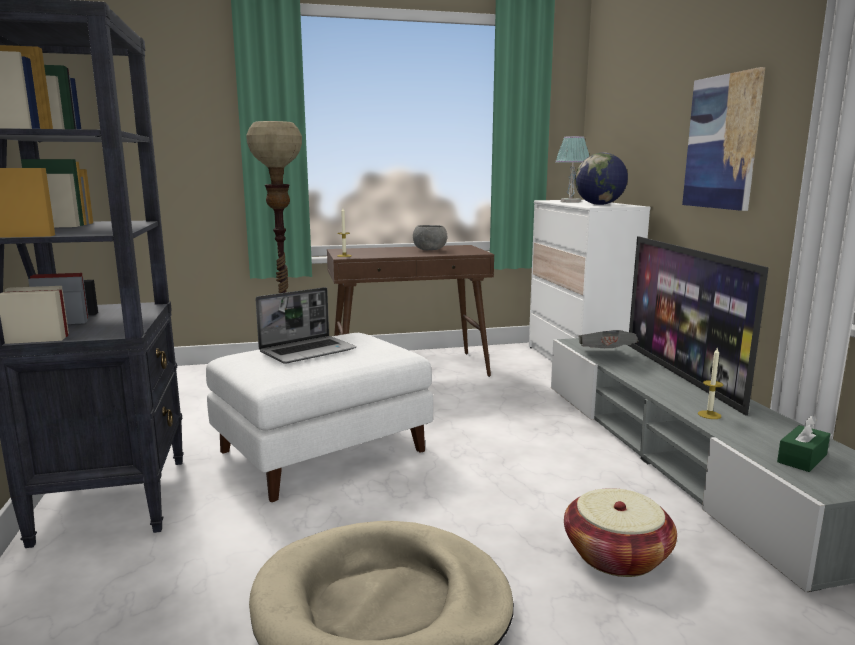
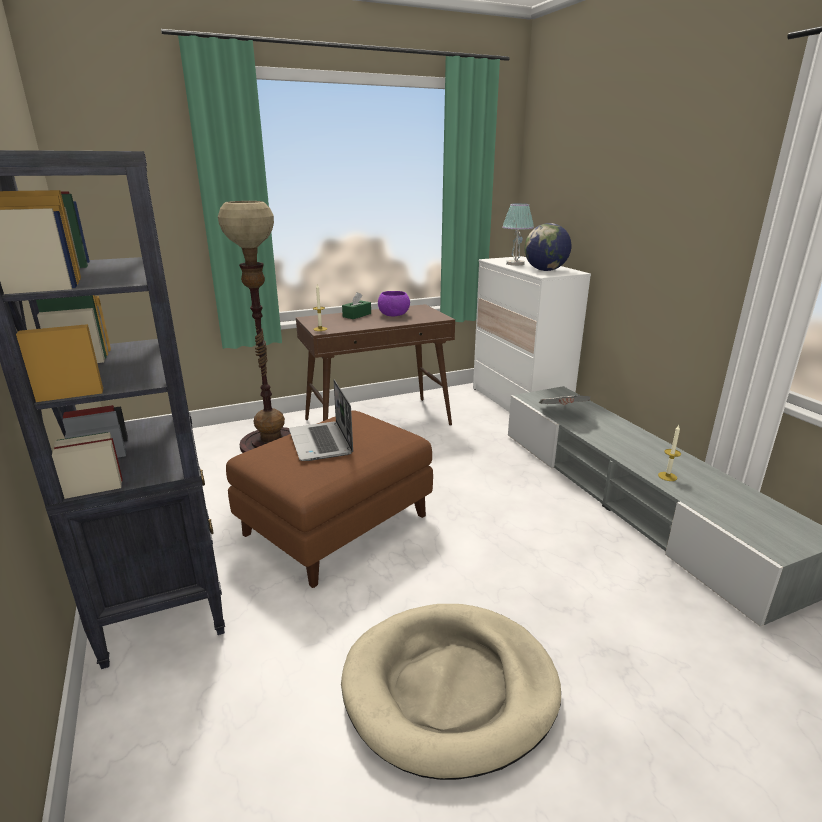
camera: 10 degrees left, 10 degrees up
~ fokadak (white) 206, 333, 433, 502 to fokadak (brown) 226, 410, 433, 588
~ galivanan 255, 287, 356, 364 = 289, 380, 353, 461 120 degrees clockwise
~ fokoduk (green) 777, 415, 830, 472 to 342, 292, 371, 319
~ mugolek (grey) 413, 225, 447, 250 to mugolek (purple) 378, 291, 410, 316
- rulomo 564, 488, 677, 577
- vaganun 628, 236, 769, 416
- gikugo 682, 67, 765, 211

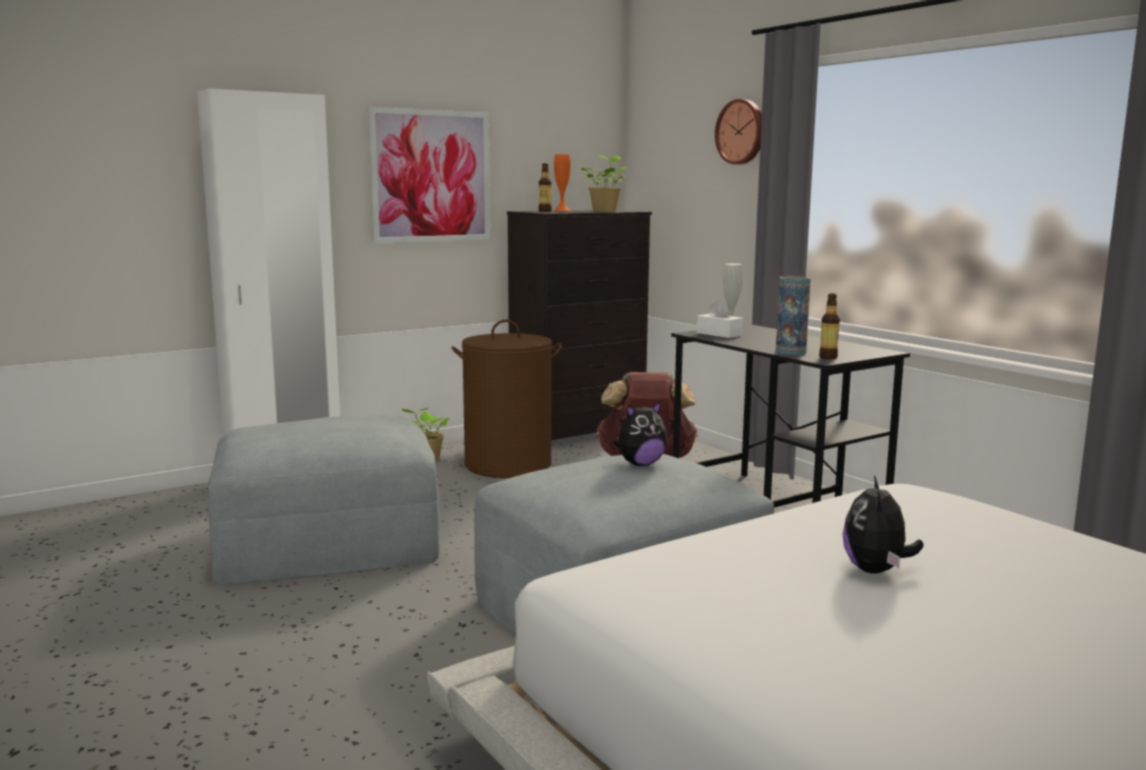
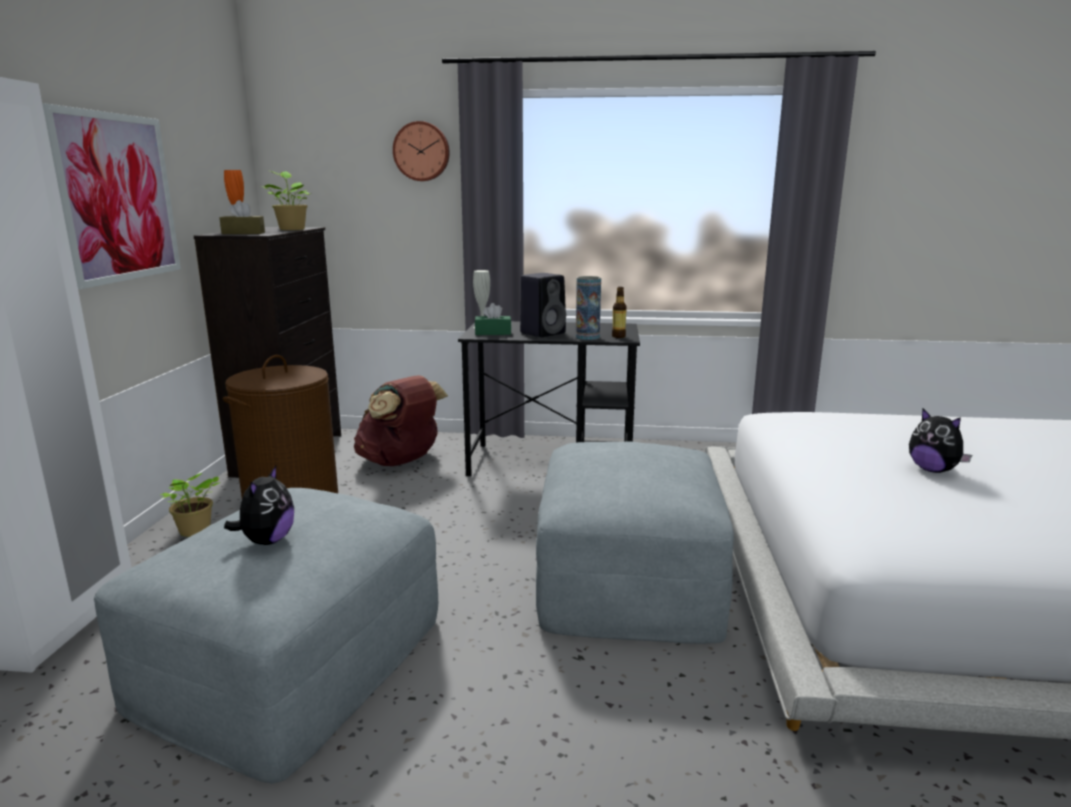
camera: 50 degrees left, 5 degrees up
~ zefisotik 539, 163, 552, 212 to fokoduk (brown) 220, 200, 265, 234
~ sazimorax 614, 401, 667, 466 to 224, 466, 294, 545
~ fokoduk (white) 697, 299, 743, 338 to fokoduk (green) 475, 303, 511, 335
+ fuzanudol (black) 520, 273, 566, 337

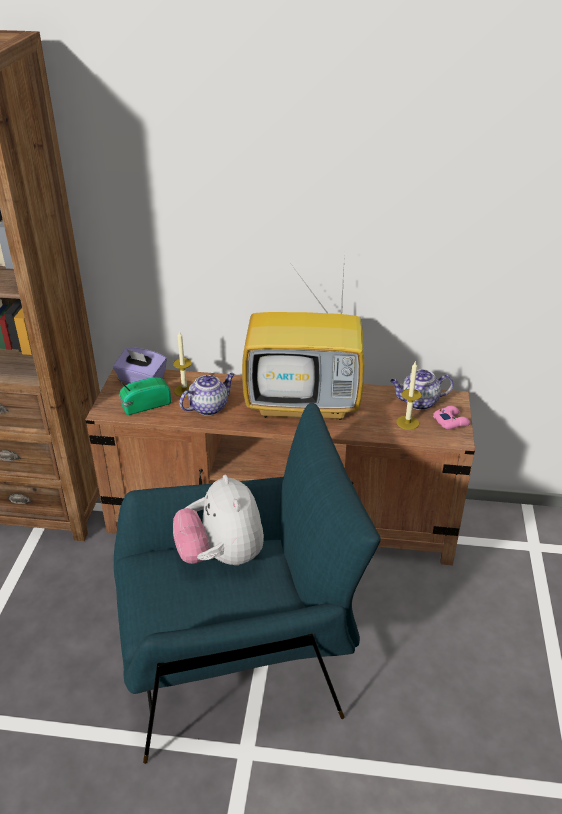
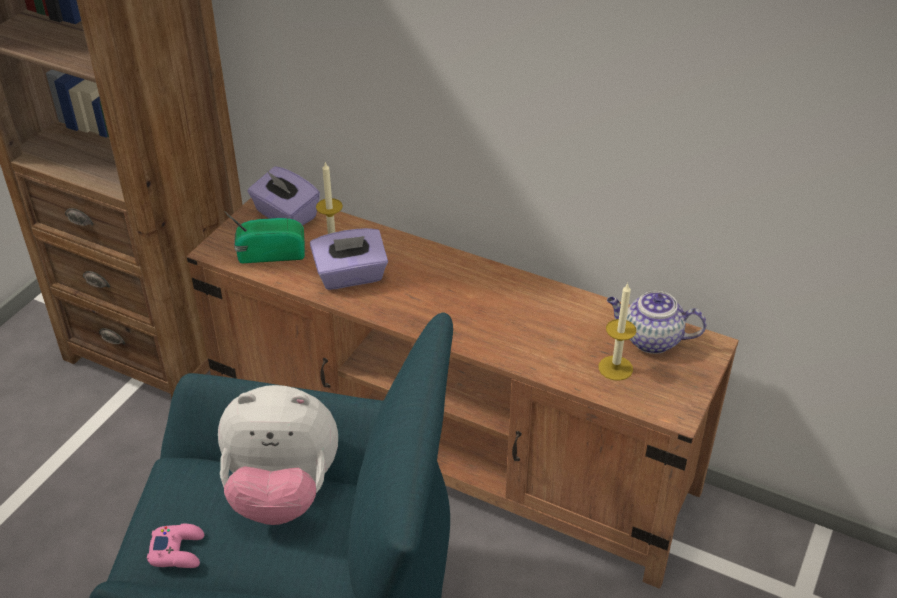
camera: 20 degrees right, 5 degrees up
~ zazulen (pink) 433, 406, 470, 429 to 147, 524, 204, 568
~ sazimorax 173, 475, 264, 565 = 218, 385, 338, 525 90 degrees counterclockwise
~ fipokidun 179, 373, 235, 416 to fokoduk (purple) 310, 228, 388, 290
- vaganun 242, 253, 364, 420

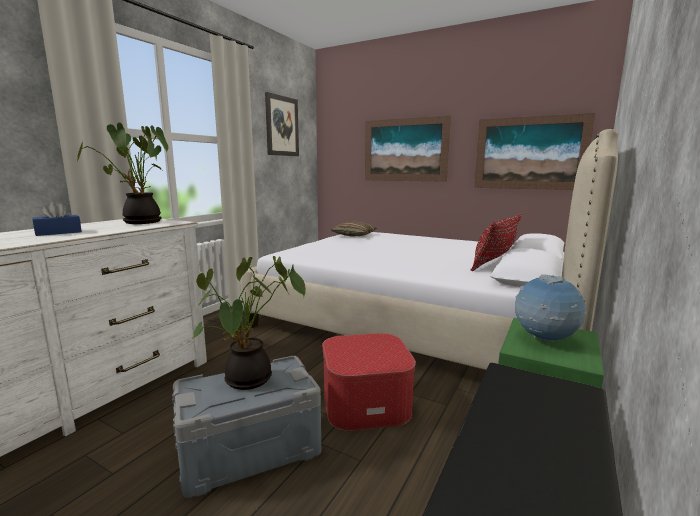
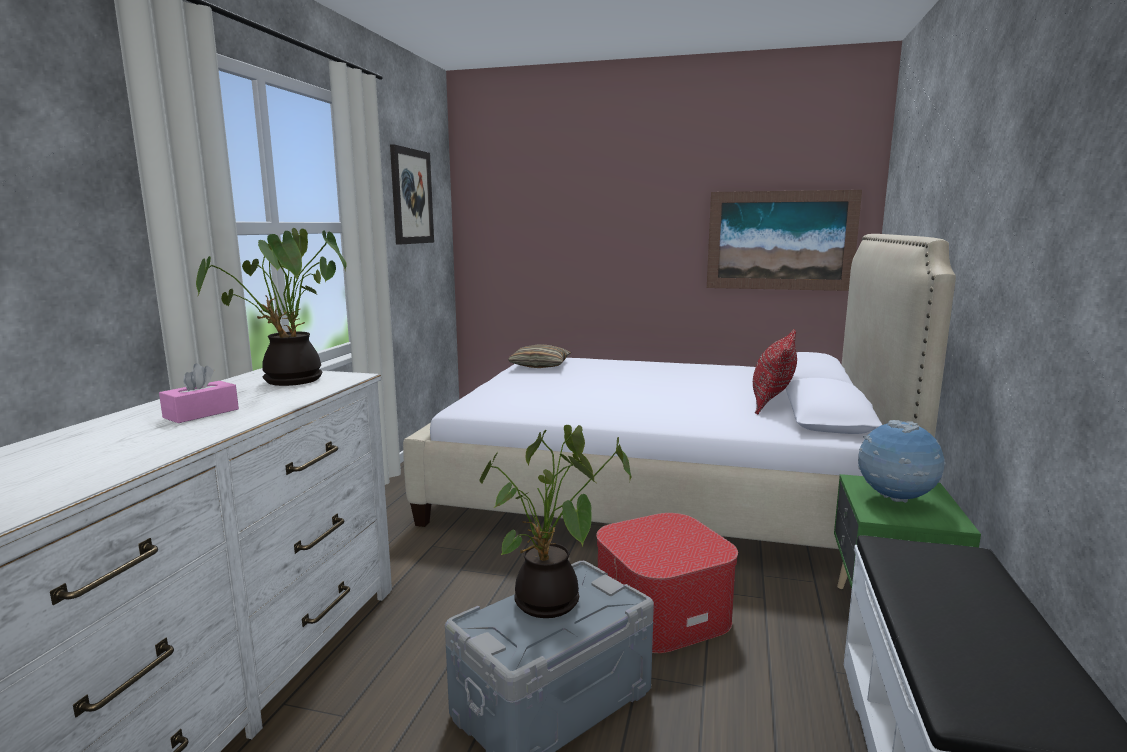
camera: 15 degrees left, 0 degrees up
~ fokoduk (blue) 32, 201, 82, 236 to fokoduk (pink) 159, 364, 239, 423
- gikugo 365, 116, 451, 182

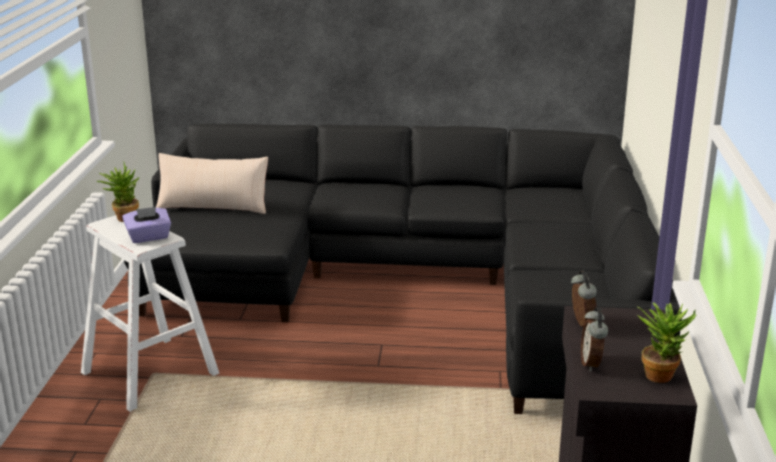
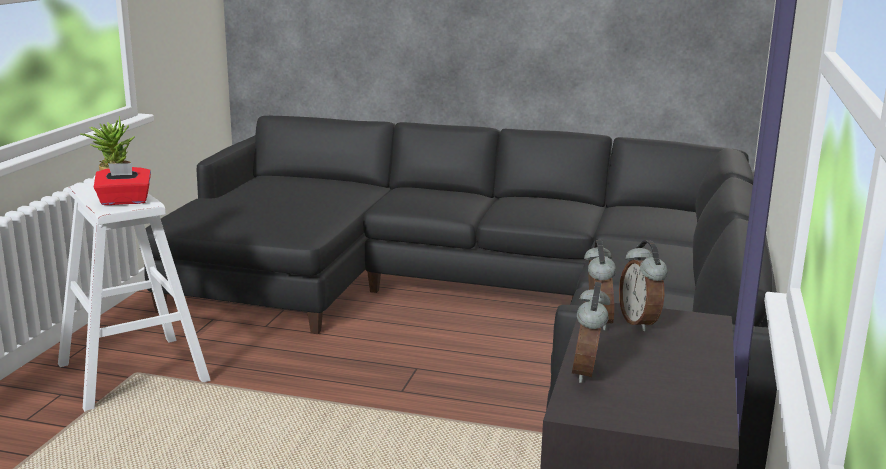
camera: 10 degrees right, 5 degrees down
~ fokoduk (purple) 122, 207, 171, 243 to fokoduk (red) 94, 163, 151, 205
+ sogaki 619, 241, 668, 331
- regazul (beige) 156, 153, 268, 214
- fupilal 637, 302, 697, 383

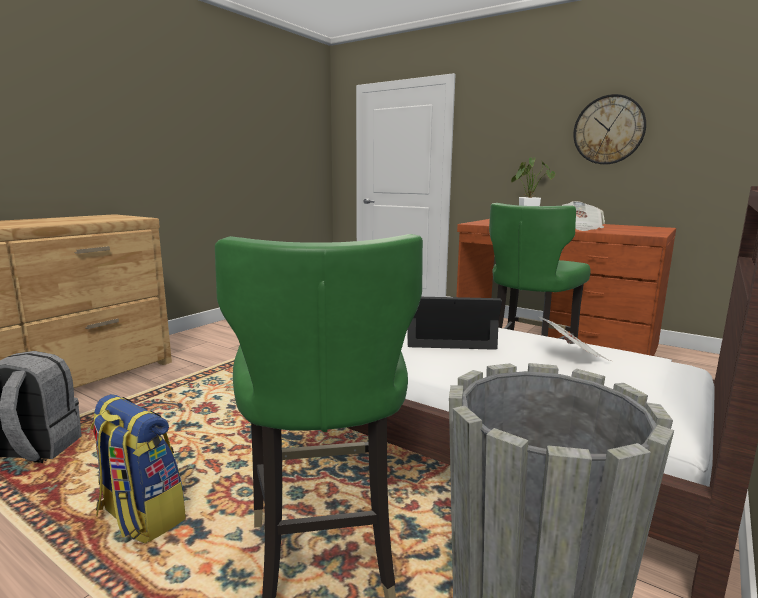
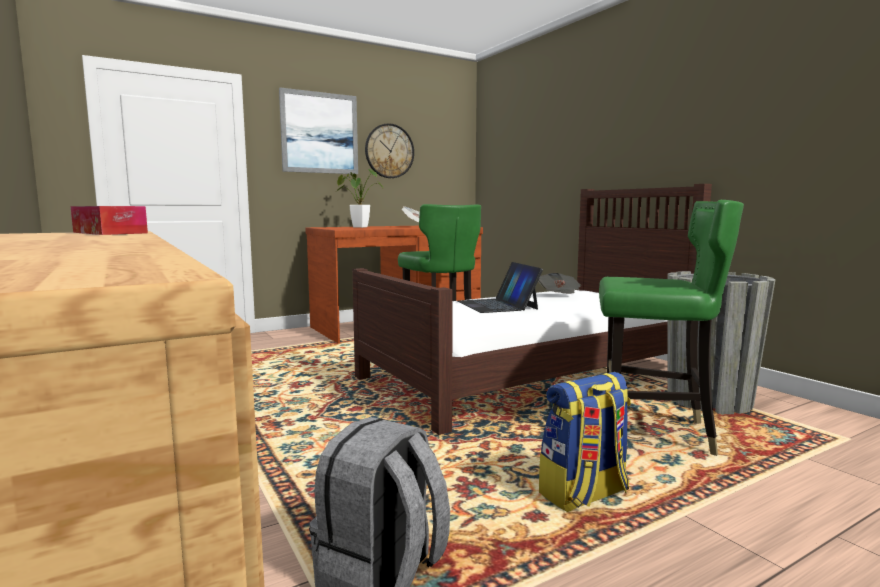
camera: 65 degrees left, 5 degrees down
+ fokoduk 71, 206, 148, 235
+ gikugo 279, 87, 358, 174
~ galivanan 407, 297, 502, 350 = 458, 262, 543, 313 45 degrees counterclockwise

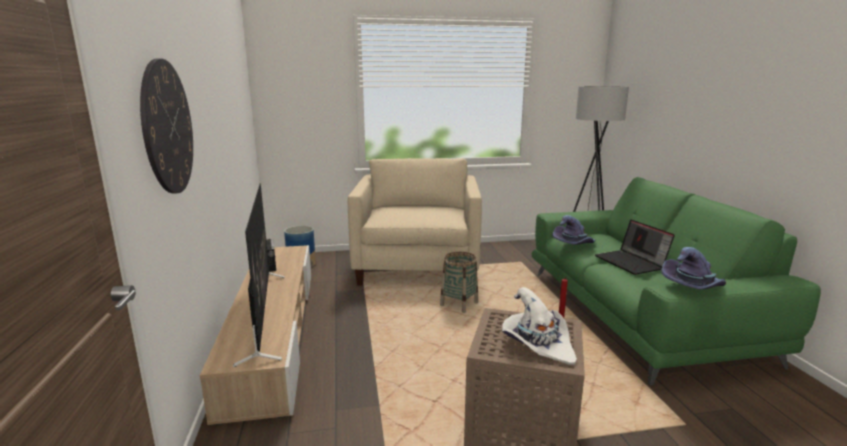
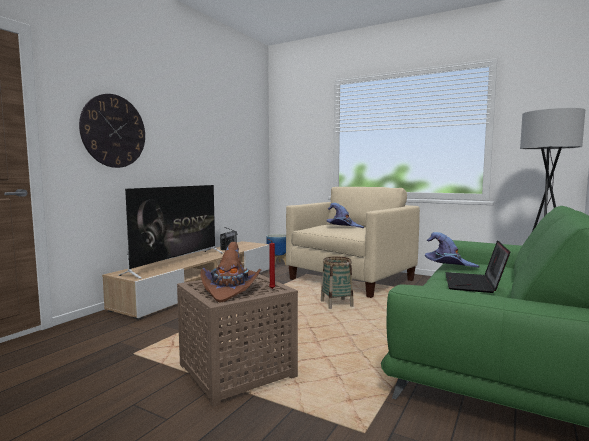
camera: 40 degrees right, 10 degrees down
~ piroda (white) 502, 287, 577, 365 to piroda (brown) 200, 242, 261, 303
~ piroda (purple) 661, 247, 726, 289 to 327, 203, 364, 228

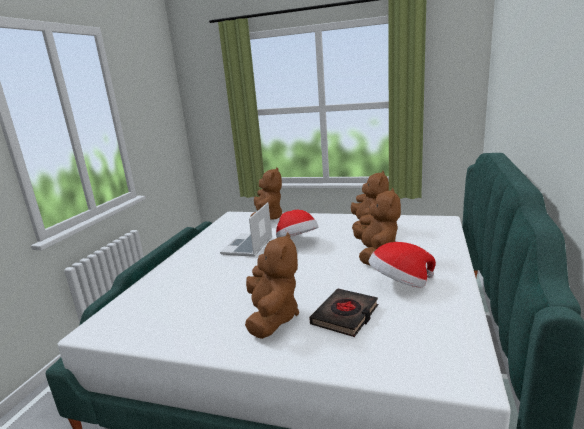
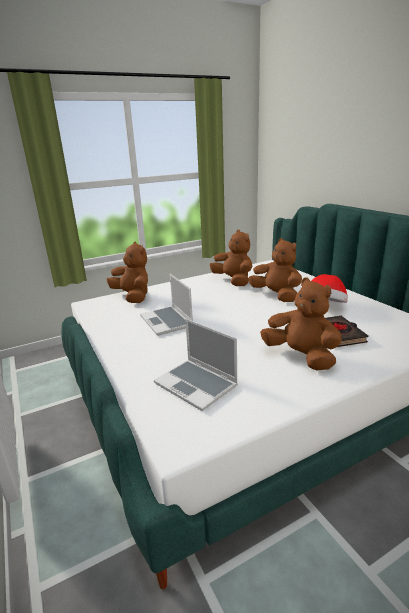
camera: 45 degrees left, 5 degrees up
+ galivanan 154, 319, 238, 411
- piroda 276, 210, 318, 238

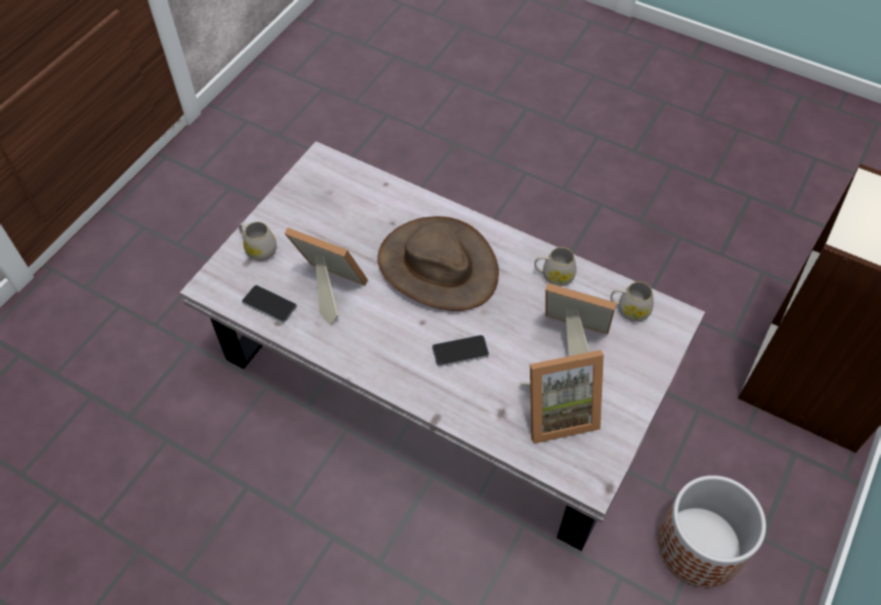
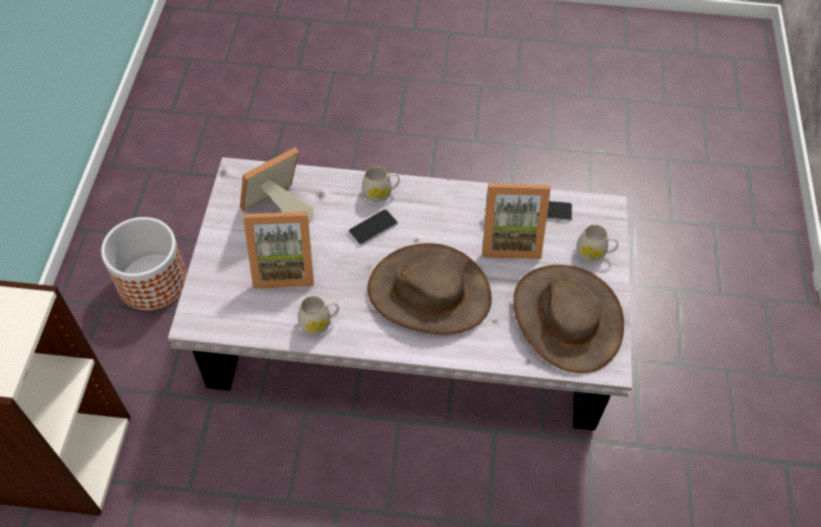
camera: 155 degrees right, 0 degrees up
~ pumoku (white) 610, 282, 654, 322 to 362, 166, 400, 202
+ piroda (brown) 513, 265, 624, 373

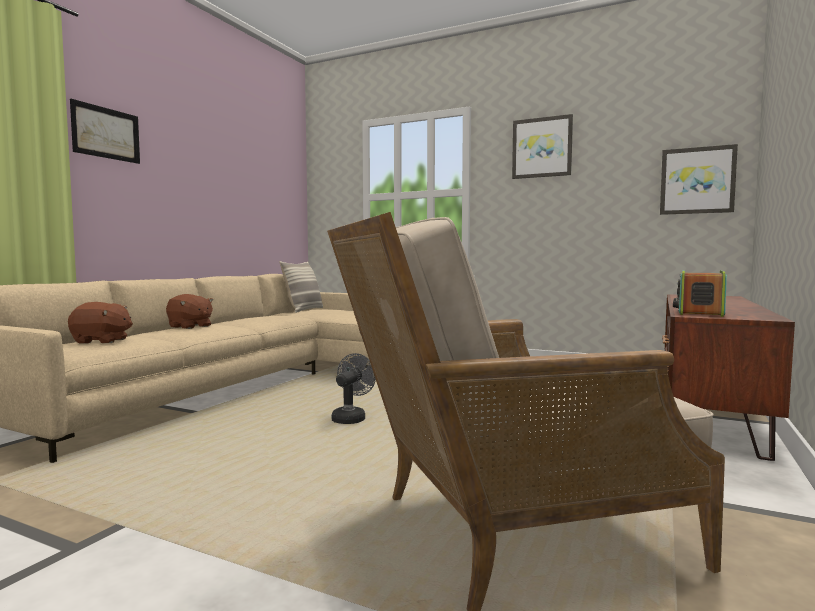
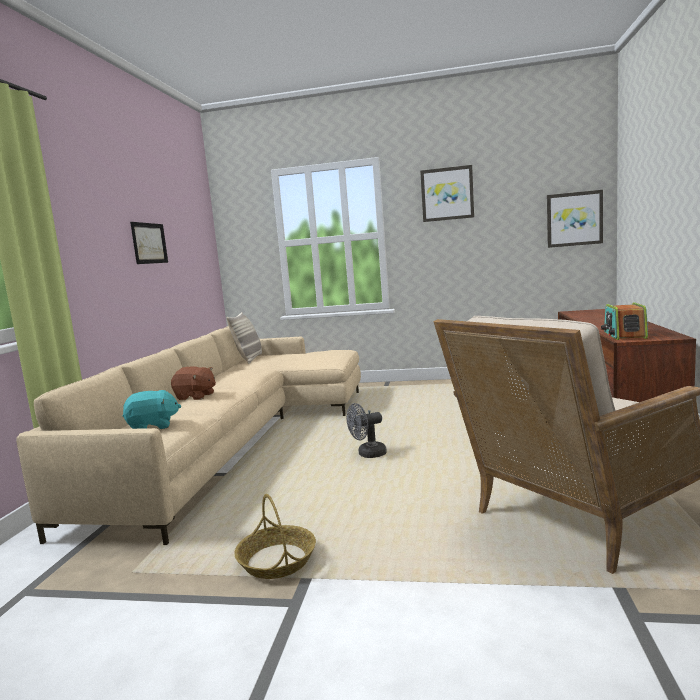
camera: 15 degrees left, 5 degrees up
~ sazimorax (brown) 68, 302, 133, 343 to sazimorax (turquoise) 123, 390, 181, 429
~ gikugo 70, 99, 140, 164 to 130, 222, 168, 264
+ rulomo 234, 494, 316, 579
~ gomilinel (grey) 331, 353, 376, 424 = 347, 403, 387, 458 120 degrees counterclockwise

